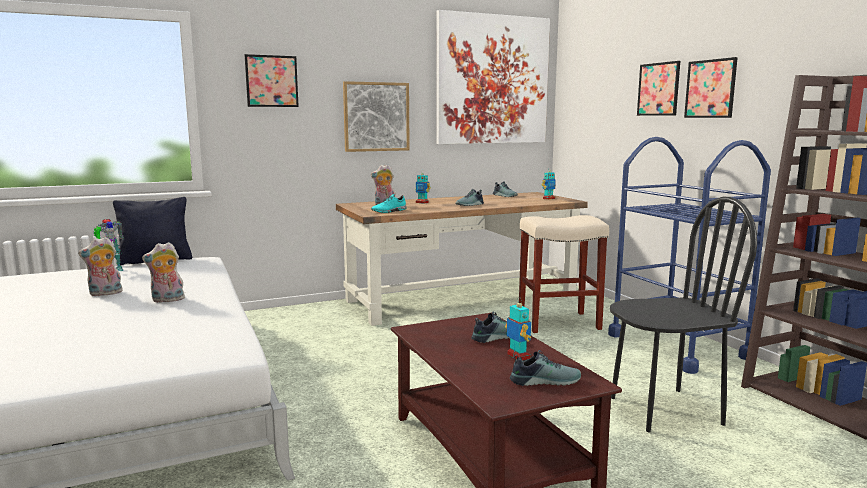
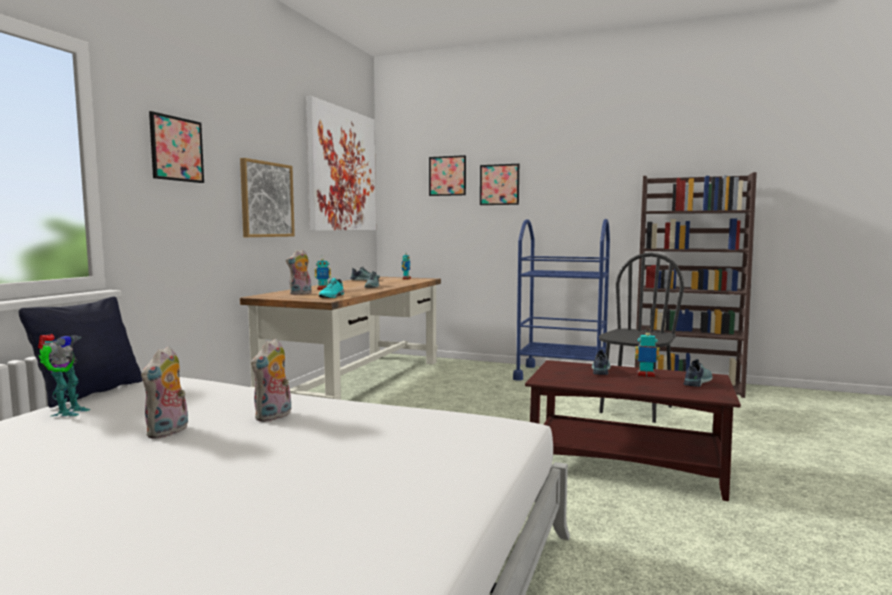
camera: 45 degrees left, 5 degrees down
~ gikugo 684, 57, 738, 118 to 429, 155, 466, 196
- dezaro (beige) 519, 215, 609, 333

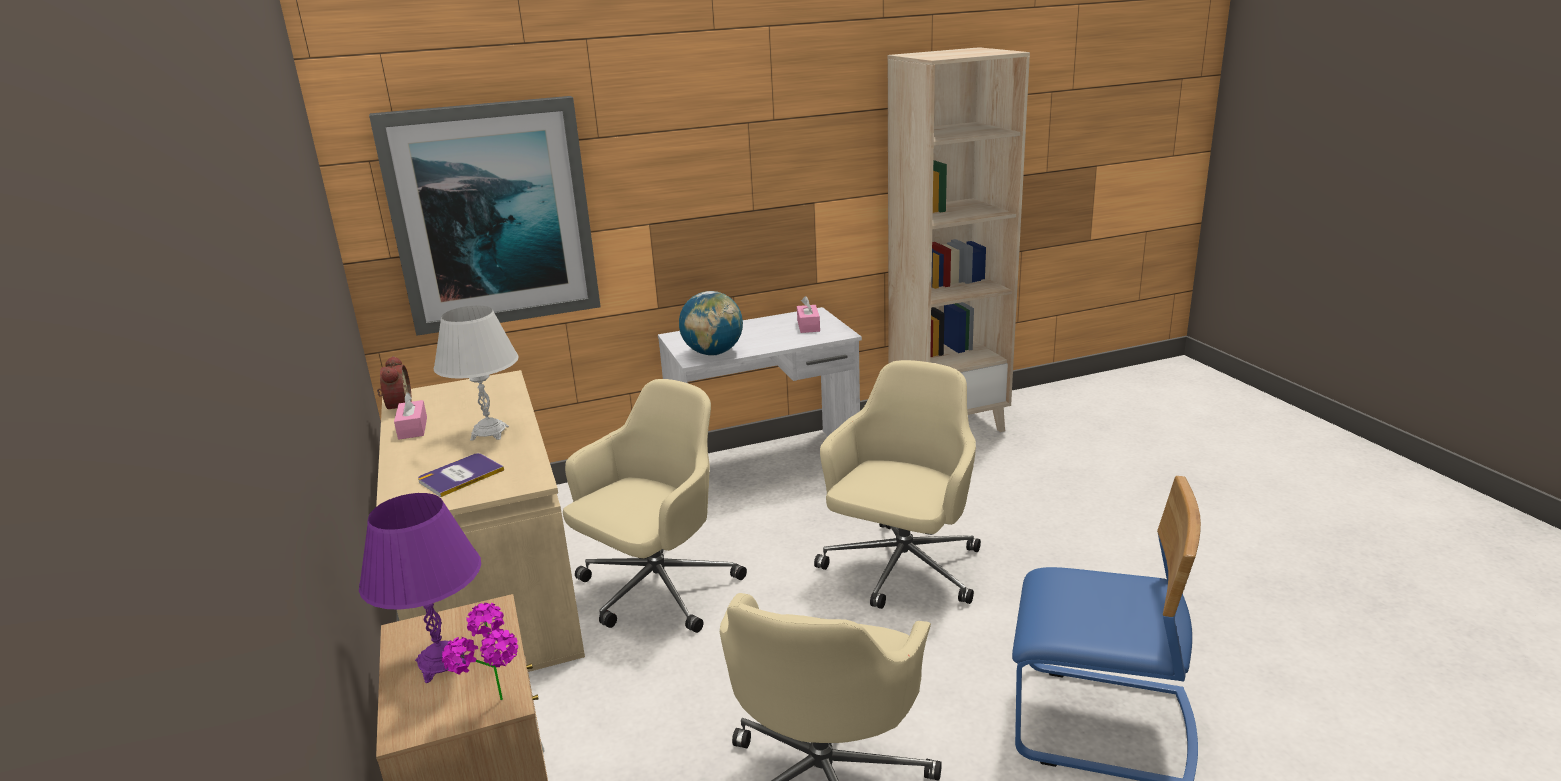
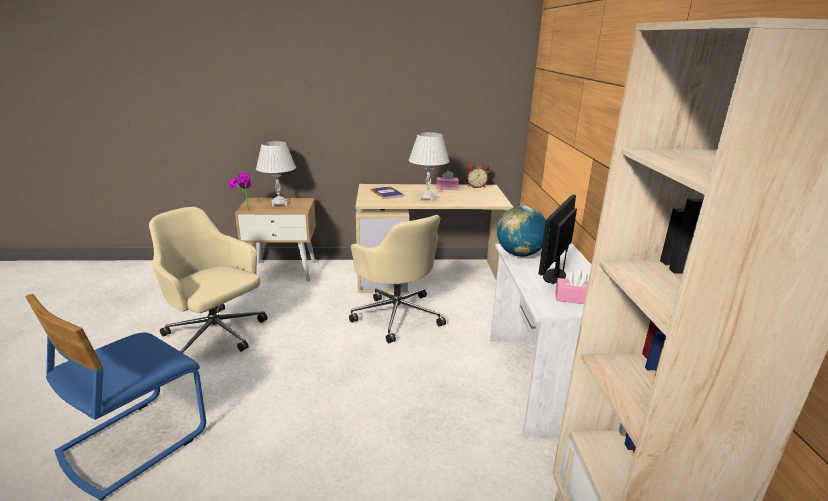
camera: 105 degrees right, 0 degrees up
~ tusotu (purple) 359, 493, 481, 683 to tusotu (white) 256, 141, 296, 206
+ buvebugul 538, 195, 577, 285
- gikugo 369, 96, 601, 336
- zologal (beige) 814, 360, 981, 609

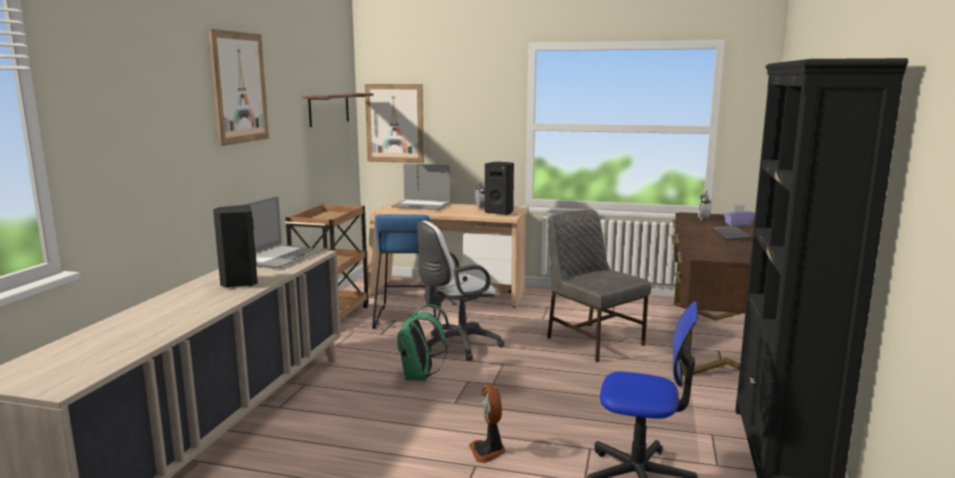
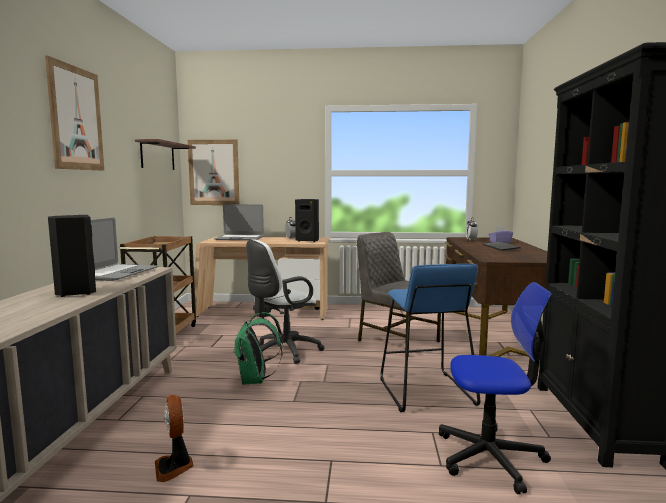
camera: 10 degrees left, 5 degrees down
~ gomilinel 469, 385, 506, 463 to 155, 395, 194, 482
~ dezaro (blue) 372, 214, 441, 329 to 380, 264, 480, 412

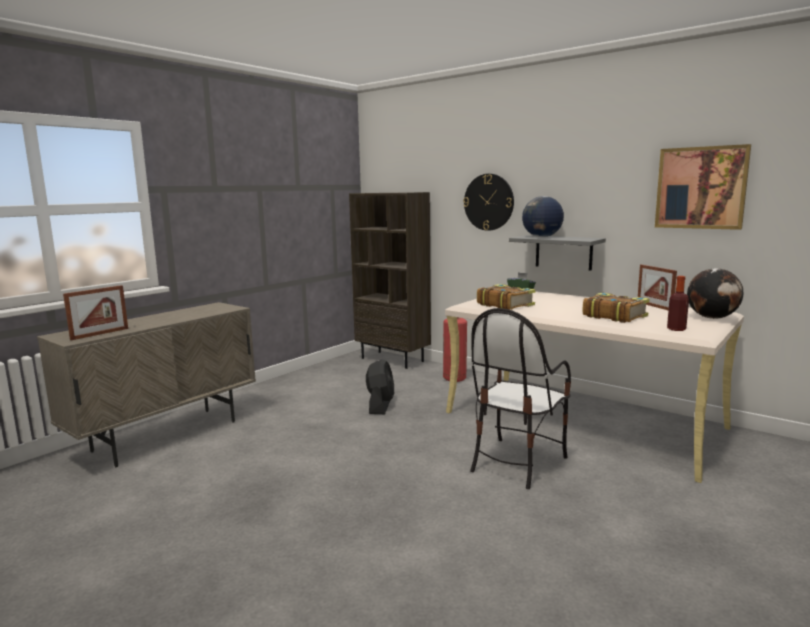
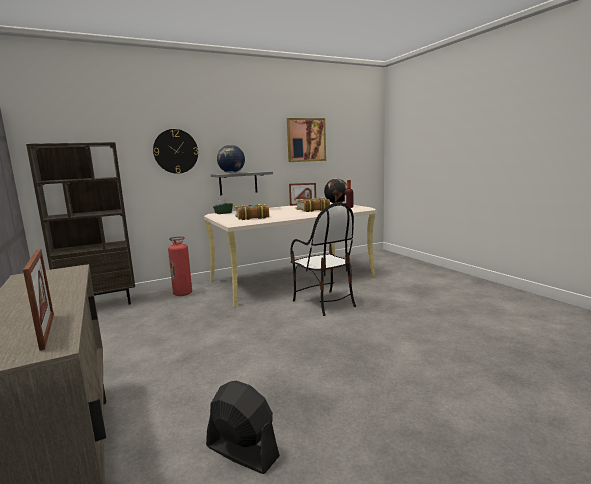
camera: 65 degrees left, 0 degrees up
~ gomilinel (black) 366, 359, 394, 414 to 206, 380, 280, 474

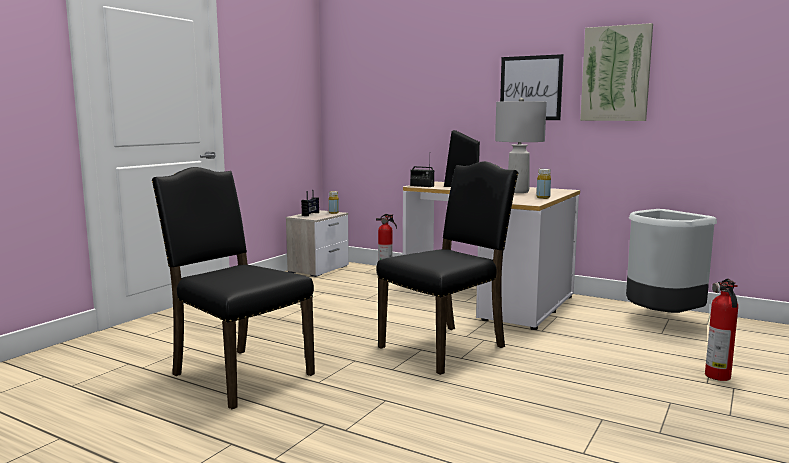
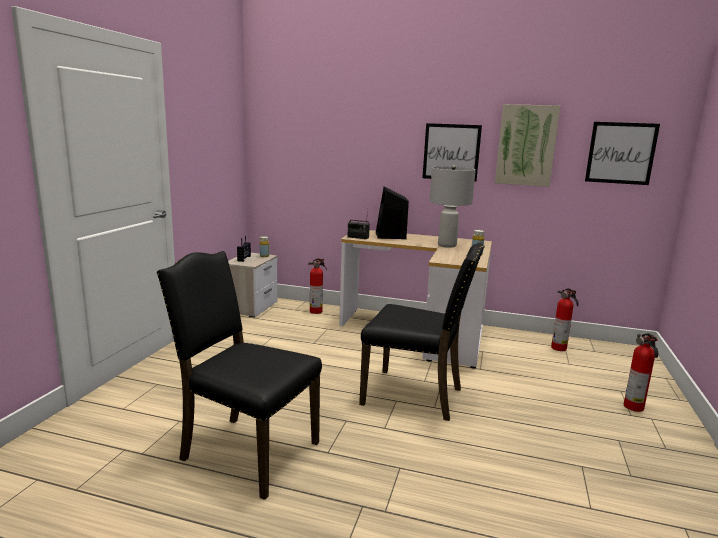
camera: 15 degrees left, 5 degrees up
~ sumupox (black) 376, 161, 518, 375 = 359, 243, 485, 421 75 degrees clockwise
~ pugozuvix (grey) 626, 209, 717, 313 to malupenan 551, 288, 578, 351
+ gikugo 585, 122, 660, 185

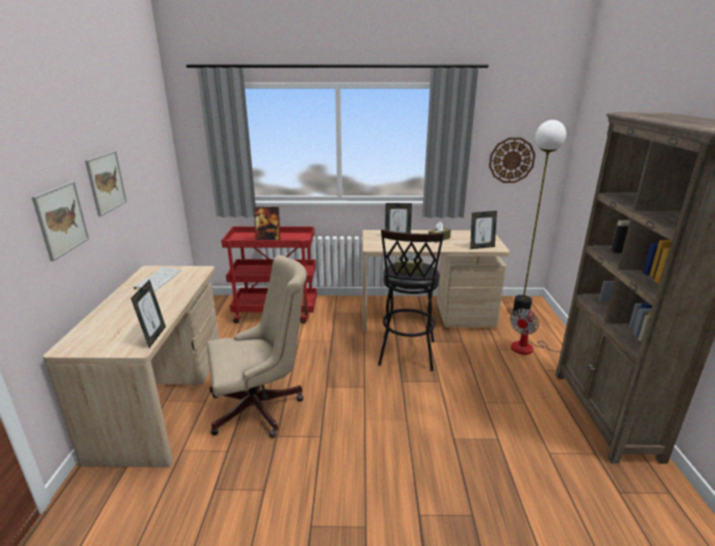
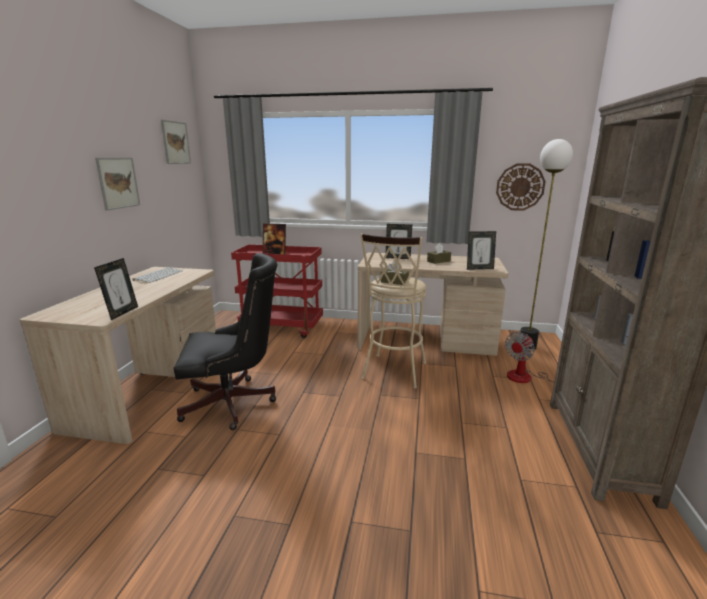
camera: 10 degrees right, 5 degrees down
~ gikugo 32, 182, 89, 261 to 161, 120, 191, 164
~ zologal (beige) 207, 255, 307, 438 to zologal (black) 174, 253, 277, 430
~ dezaro (black) 378, 229, 444, 371 to dezaro (beige) 360, 233, 427, 389

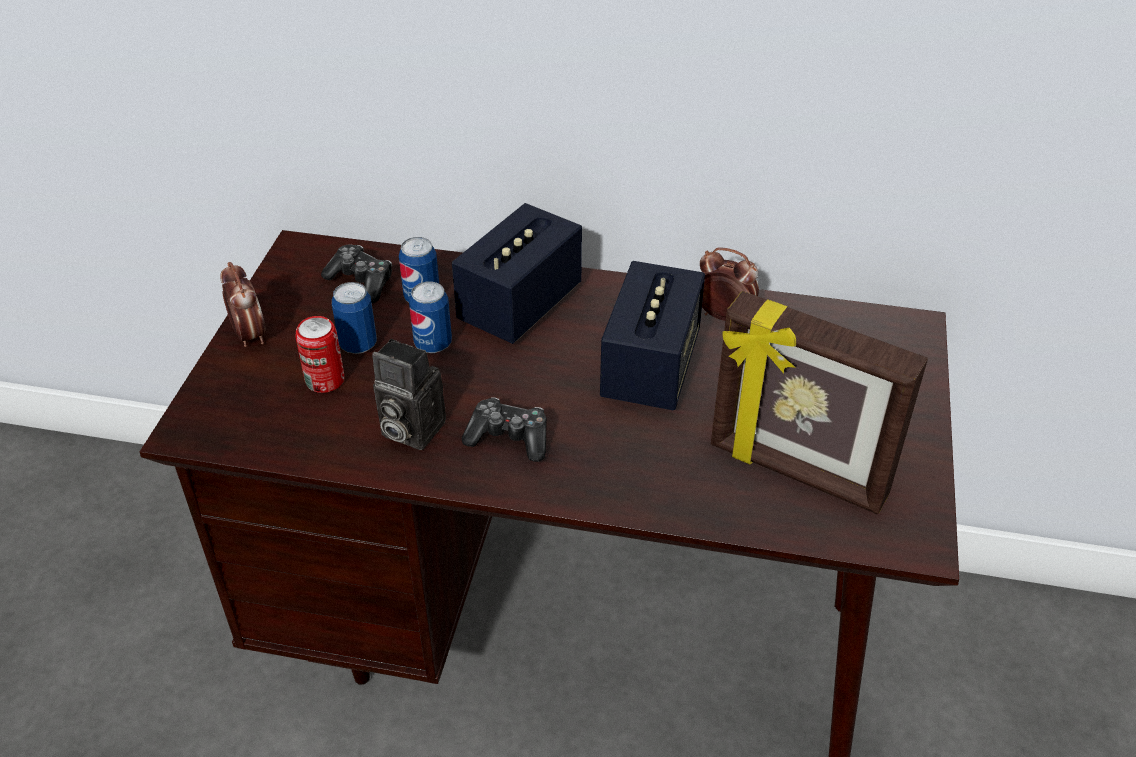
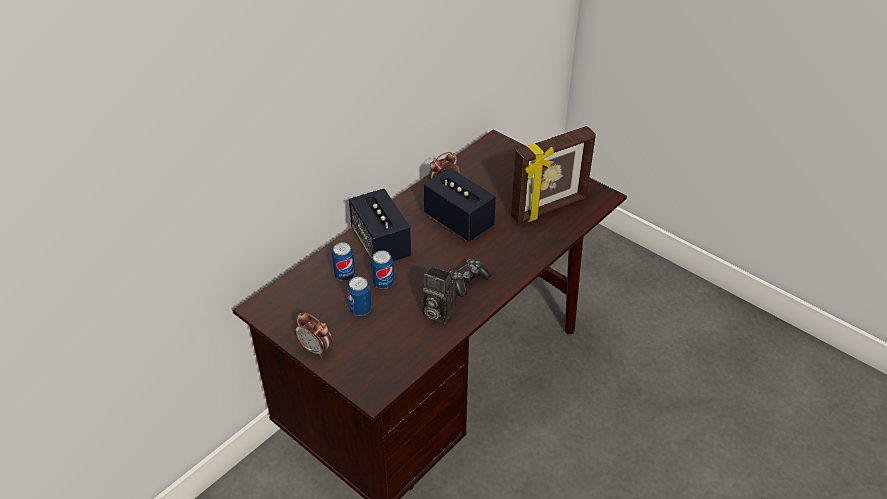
camera: 60 degrees left, 0 degrees up
~ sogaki 220, 262, 266, 347 = 295, 312, 332, 357 150 degrees counterclockwise
~ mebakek 372, 339, 446, 450 = 422, 266, 457, 324 60 degrees clockwise
- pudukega 295, 316, 344, 393
- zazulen 321, 244, 392, 303

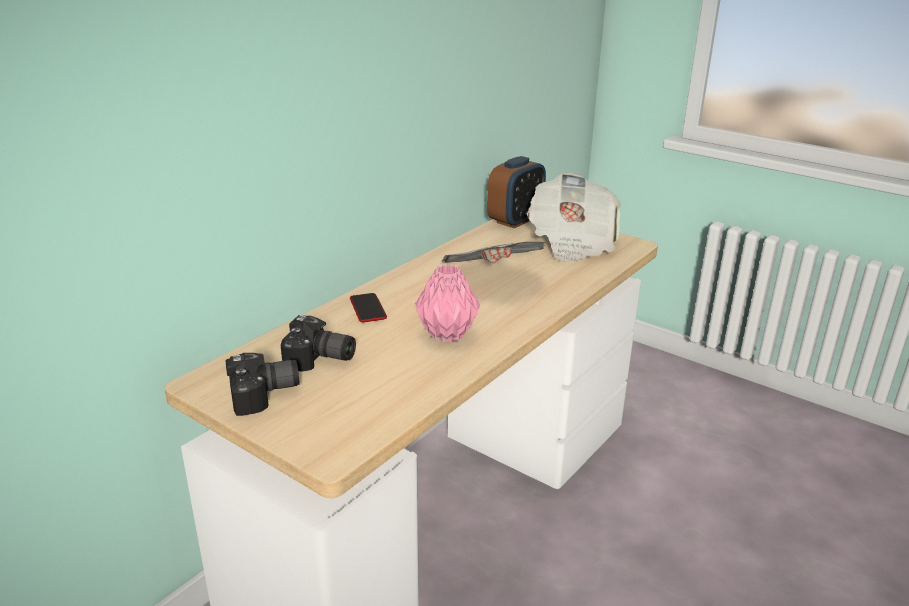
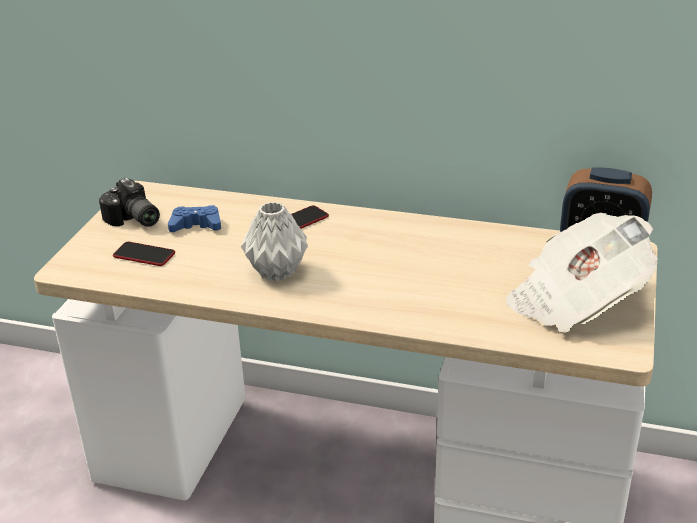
camera: 70 degrees right, 5 degrees up
+ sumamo 113, 242, 175, 266
~ mebakek 281, 315, 356, 371 to zazulen (blue) 168, 205, 221, 232
~ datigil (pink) 415, 264, 480, 343 to datigil (grey) 241, 202, 308, 281
- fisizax 442, 242, 545, 263

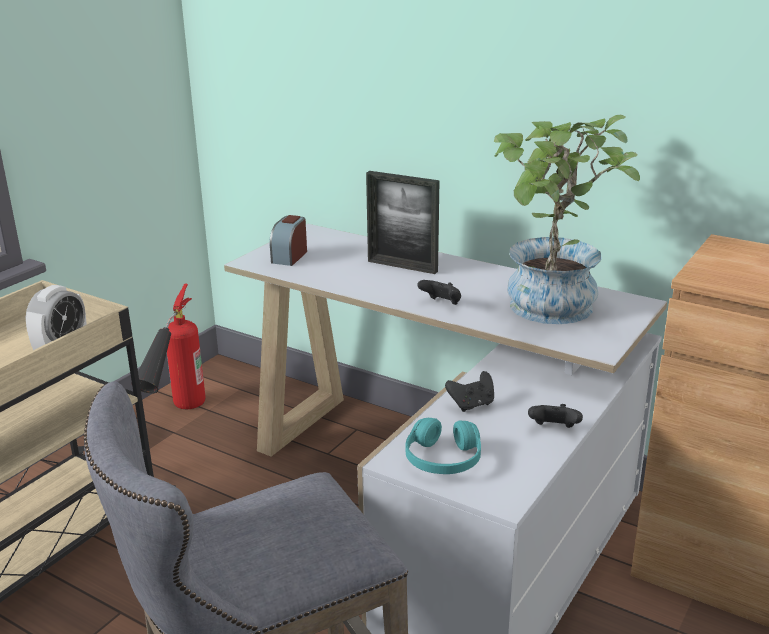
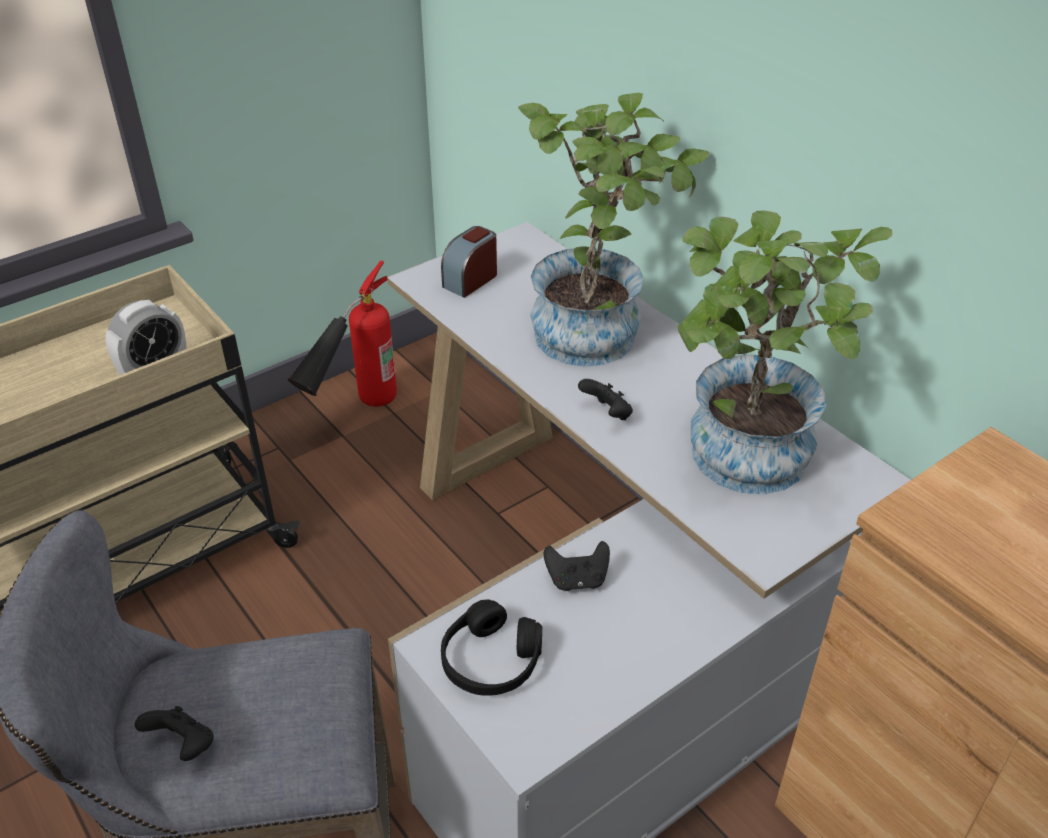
camera: 20 degrees right, 15 degrees up
~ zazulen (black) 528, 404, 583, 428 to 135, 706, 214, 761
~ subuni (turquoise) 406, 418, 481, 474 to subuni (black) 441, 600, 542, 696
~ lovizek 366, 171, 440, 274 to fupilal 518, 93, 710, 367

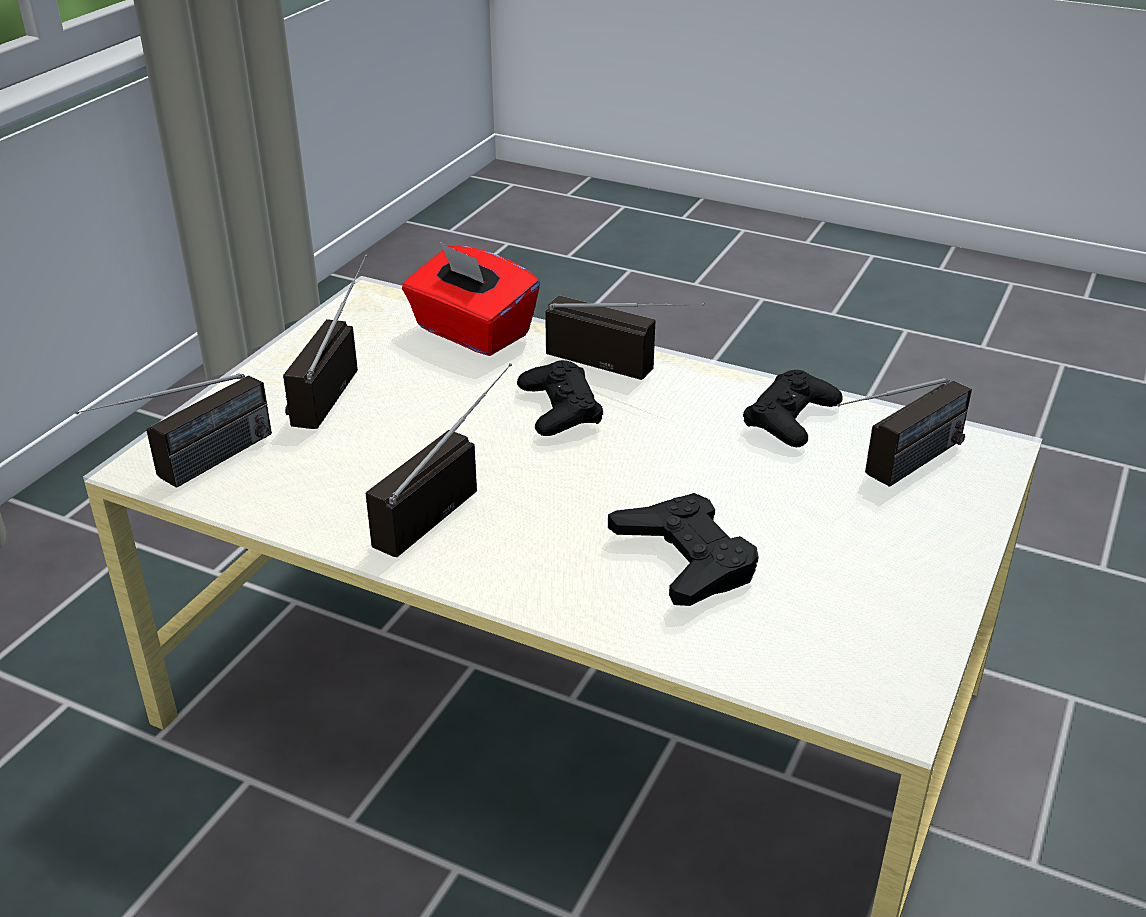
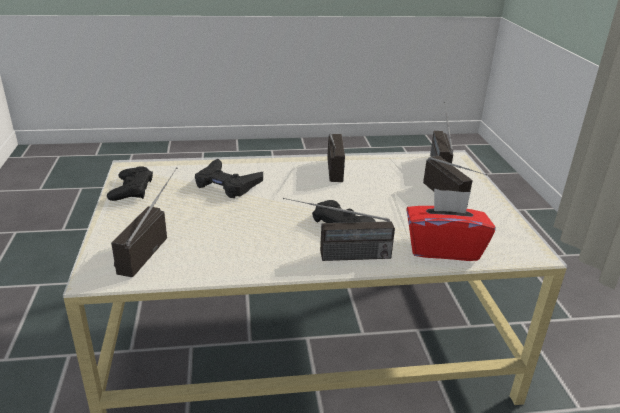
camera: 145 degrees right, 5 degrees down
~ zazulen (black) 743, 370, 843, 447 to 107, 166, 153, 201

